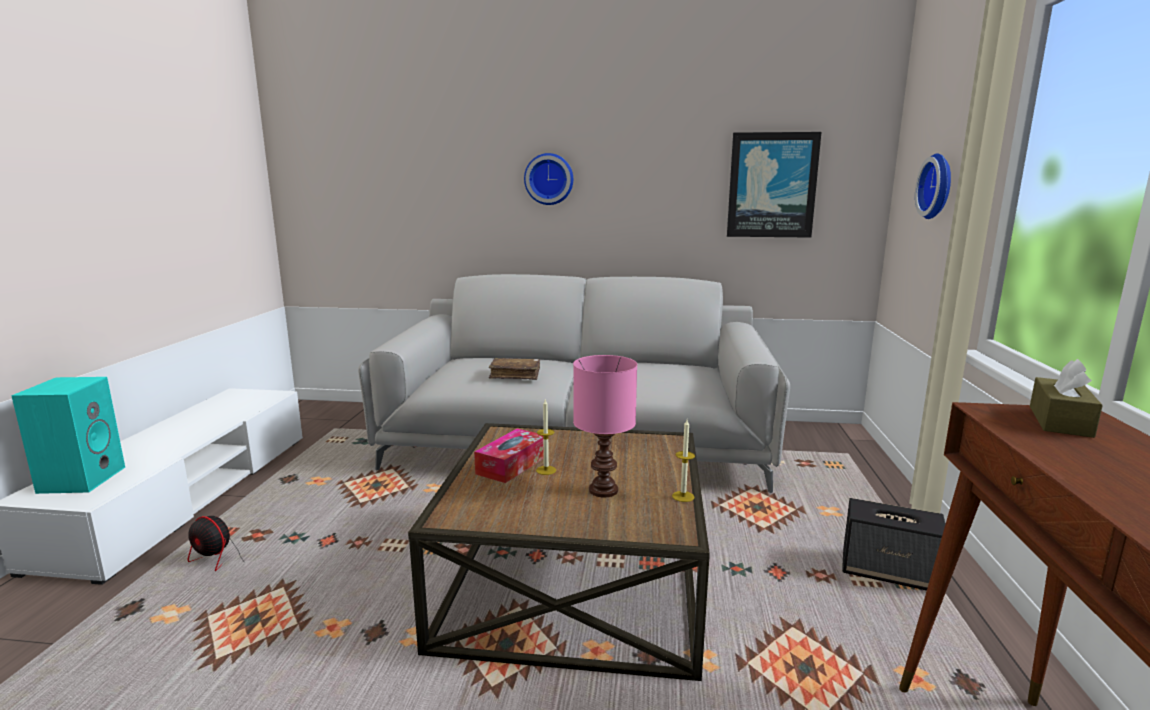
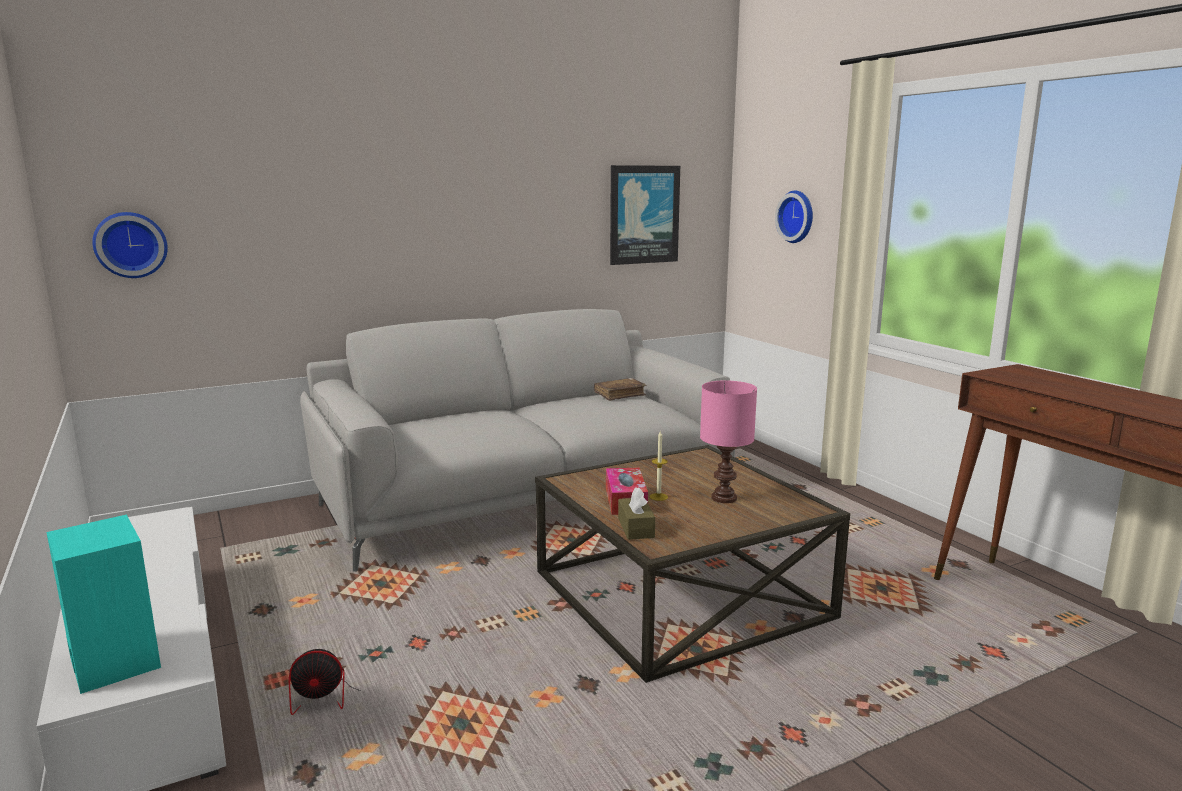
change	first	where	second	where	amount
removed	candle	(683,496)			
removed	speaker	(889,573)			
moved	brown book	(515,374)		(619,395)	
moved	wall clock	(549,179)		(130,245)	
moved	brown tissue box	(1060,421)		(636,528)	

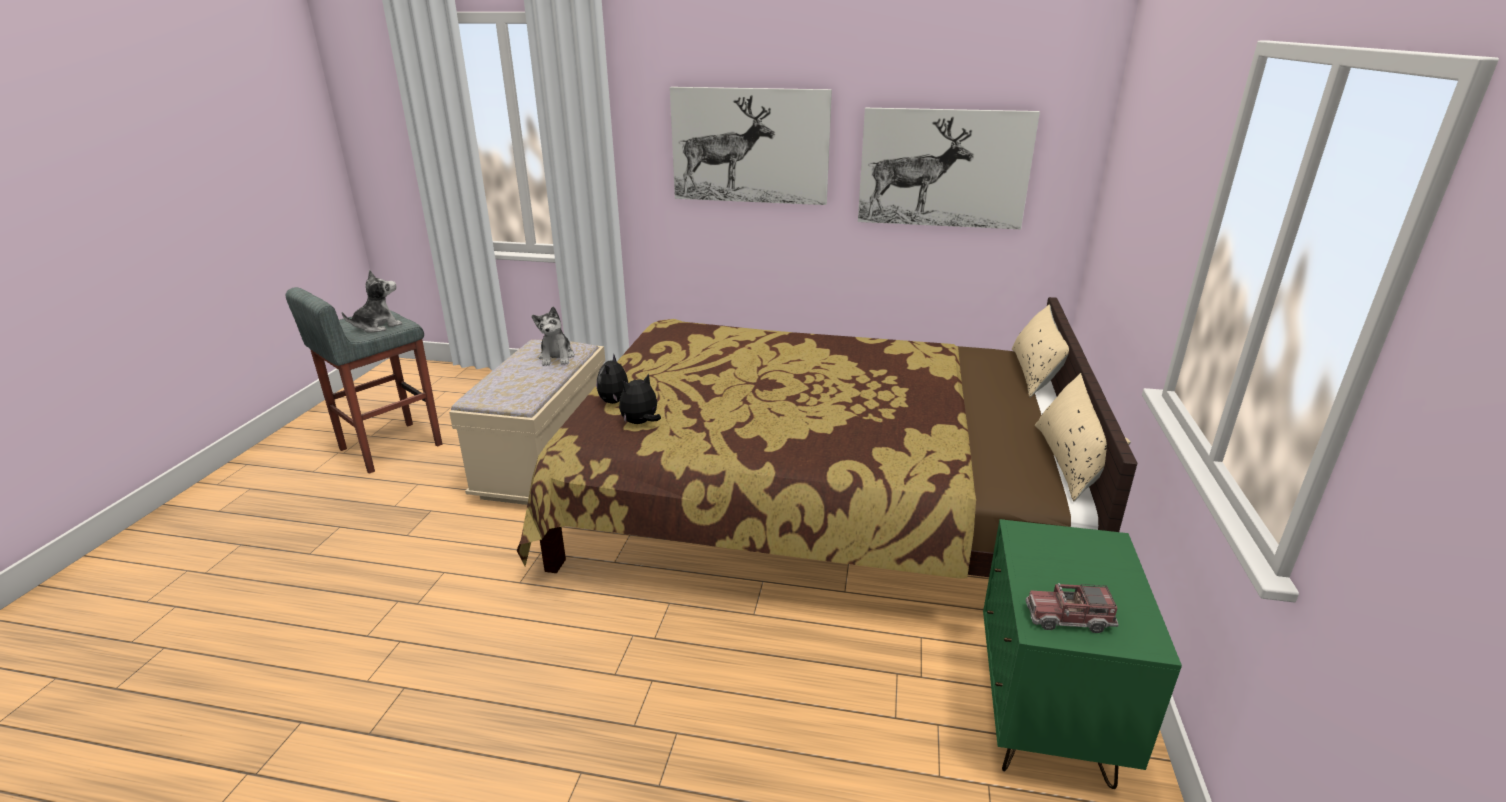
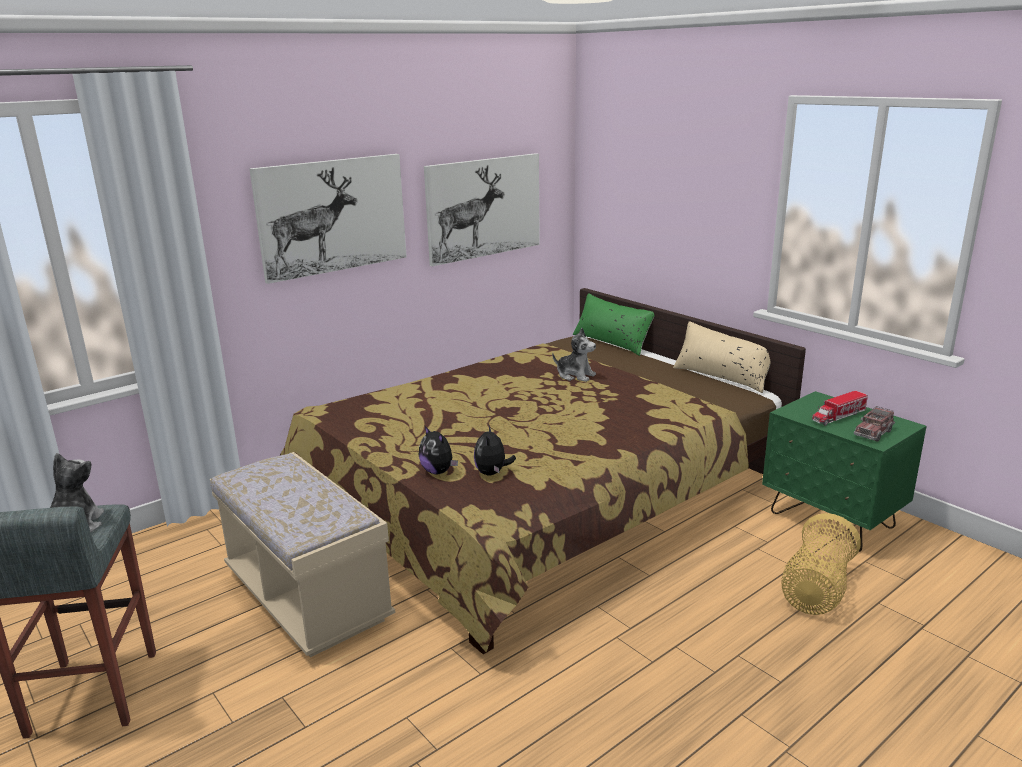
change	first	where	second	where	amount
added			basket	(816,589)	
added			toy truck	(838,416)	
moved	plush toy	(557,357)		(575,375)	
recoloured	beige pillow	(1035,372)	green pillow	(612,342)	

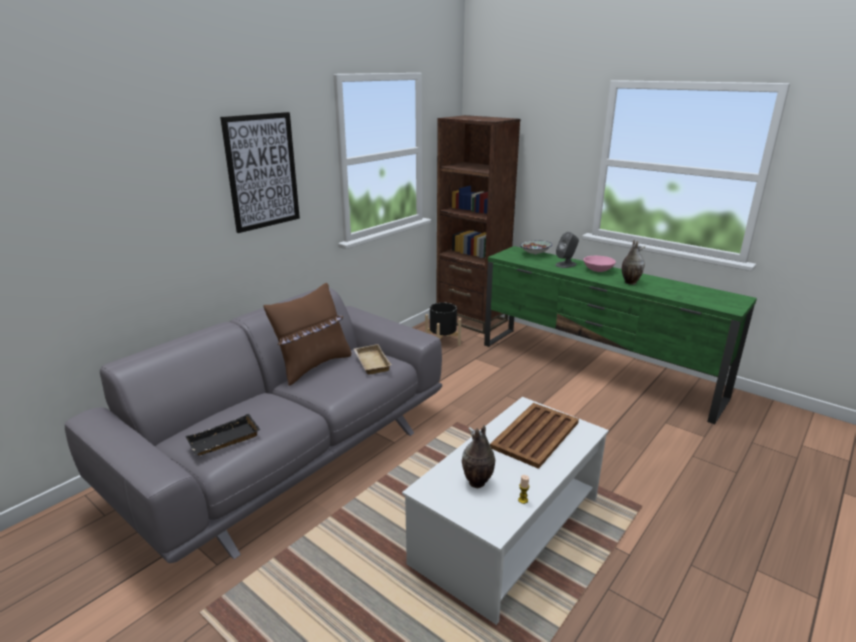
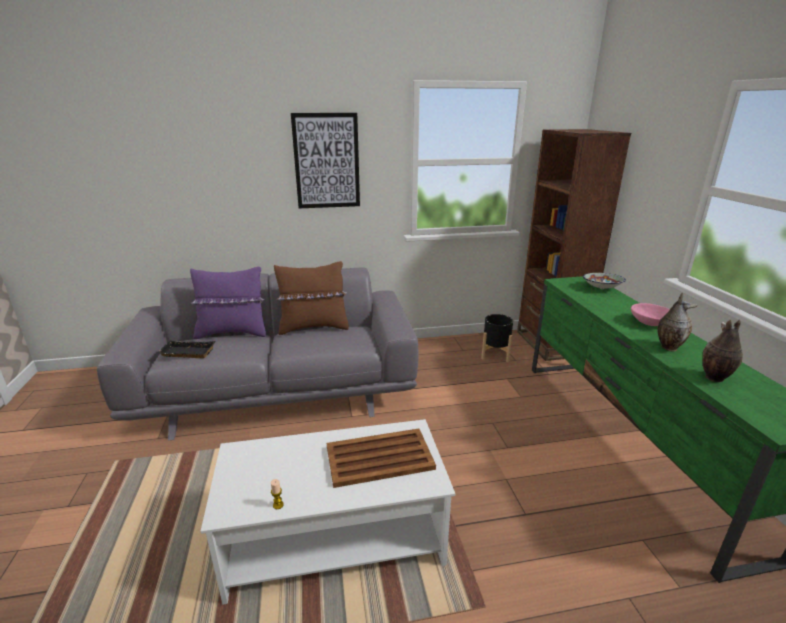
change	first	where	second	where	amount
removed	beige tray	(370,362)			
removed	grey speaker	(566,264)			
added			purple pillow	(233,333)	
moved	vase	(477,483)		(714,378)	

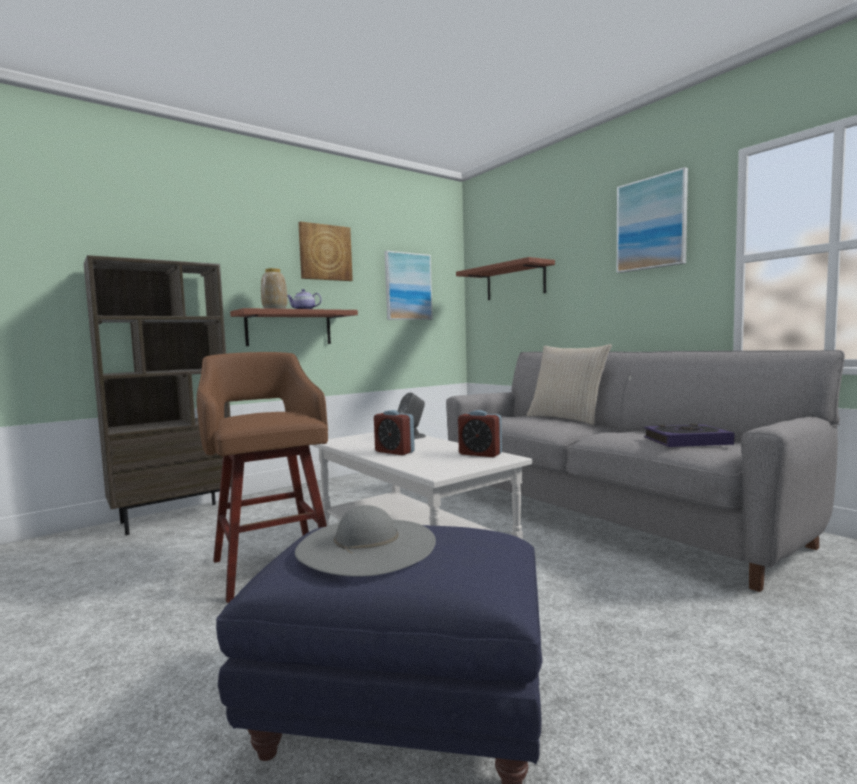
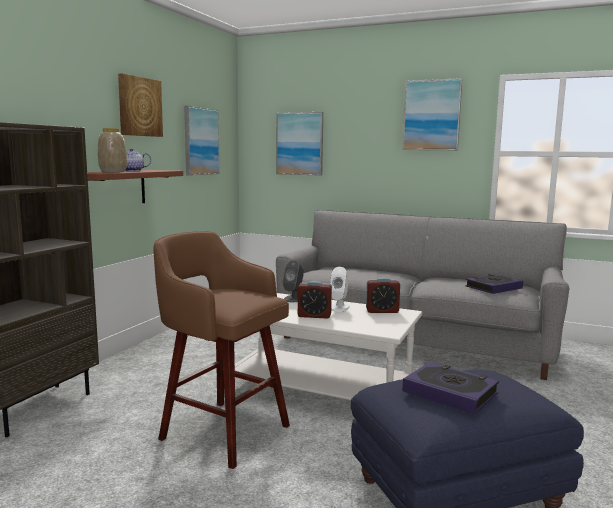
change	first	where	second	where	amount
removed	beige pillow	(567,419)			
added			white speaker	(339,307)	
replaced	grey hat	(366,545)	book	(450,393)	
replaced	shelf	(515,282)	picture	(300,143)	

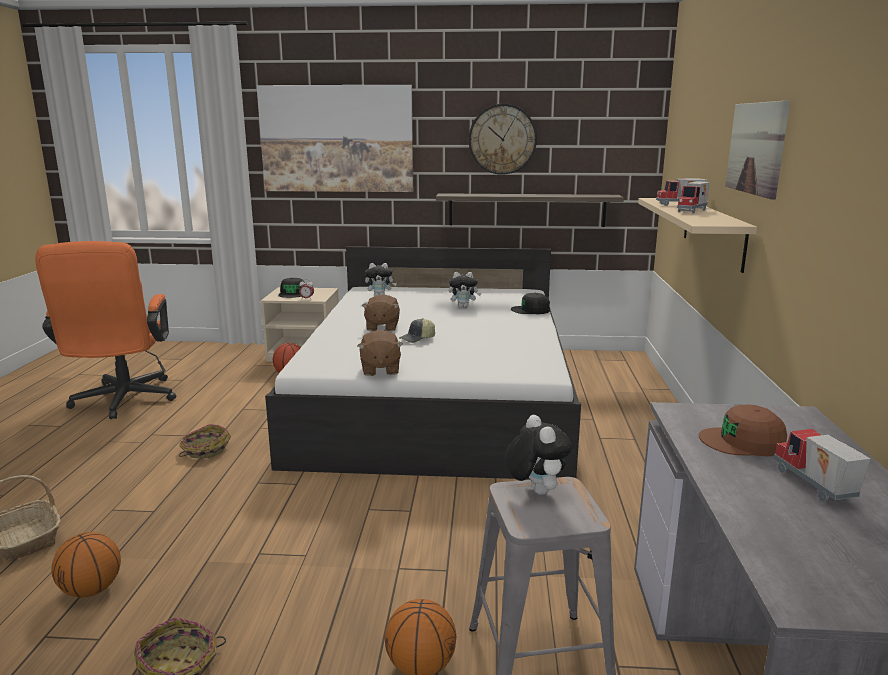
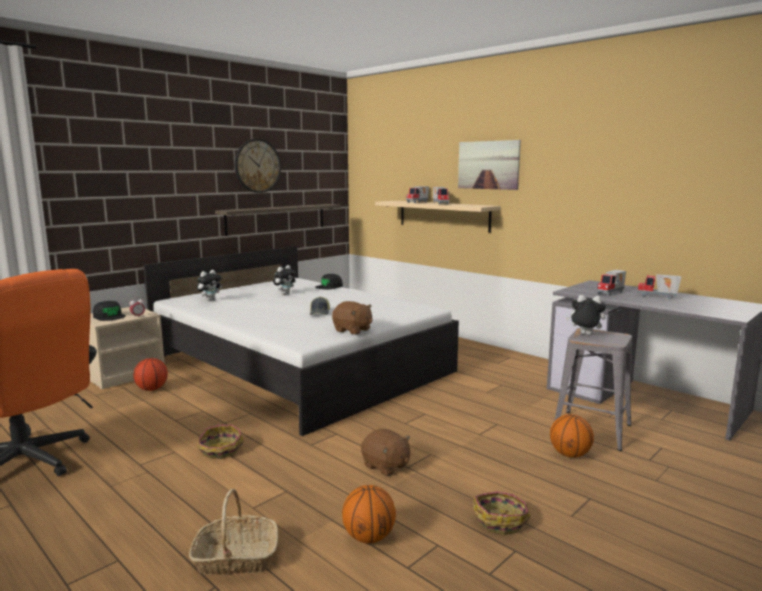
change	first	where	second	where	amount
removed	picture	(337,139)			
moved	brown plush toy	(382,327)		(386,466)	
replaced	brown cap	(743,442)	toy truck	(611,293)	

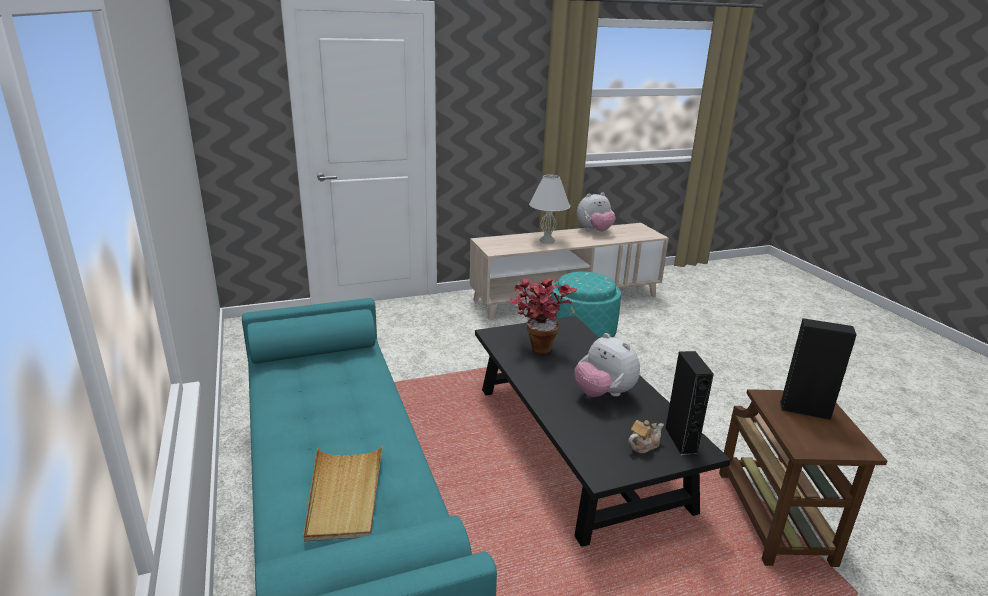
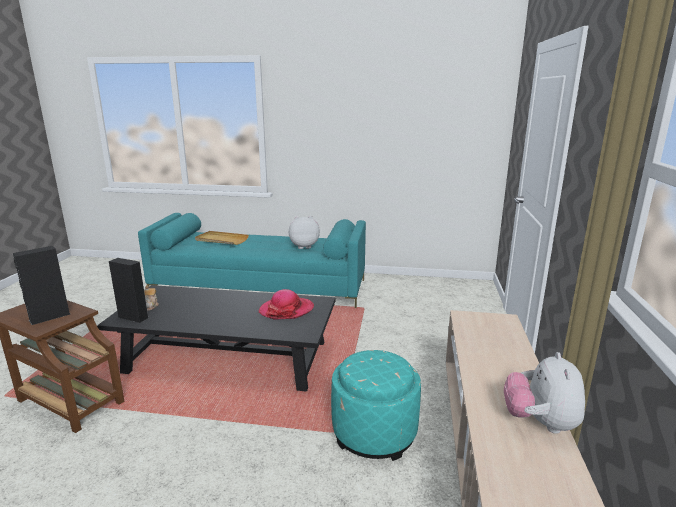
change	first	where	second	where	amount
removed	white table lamp	(546,240)			
moved	plush toy	(604,394)		(304,246)	
replaced	potted plant	(537,346)	hat	(286,310)	

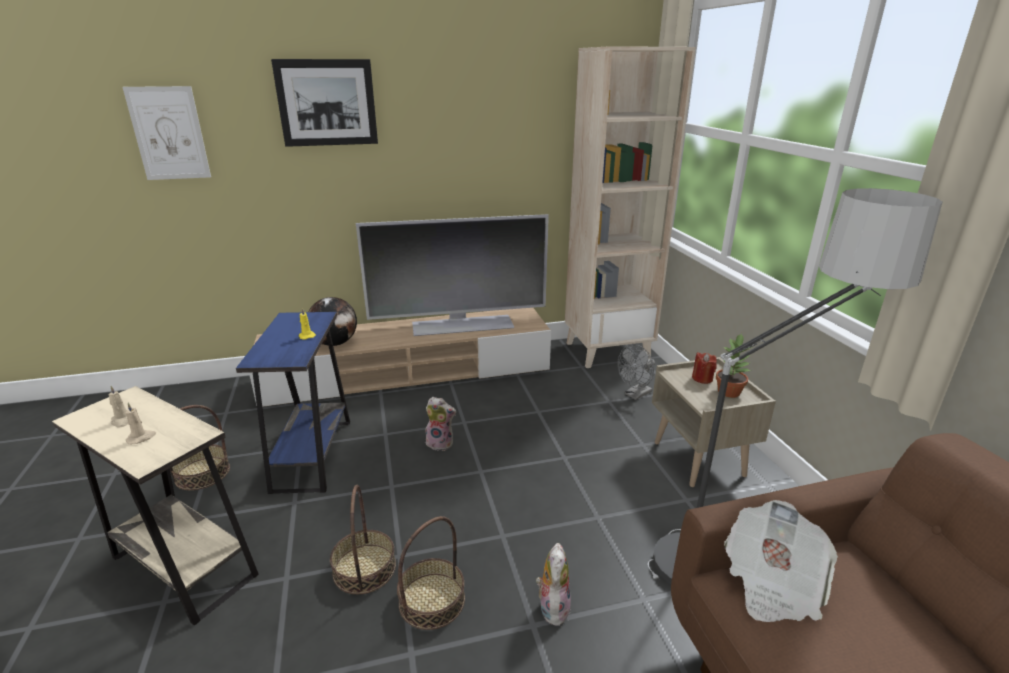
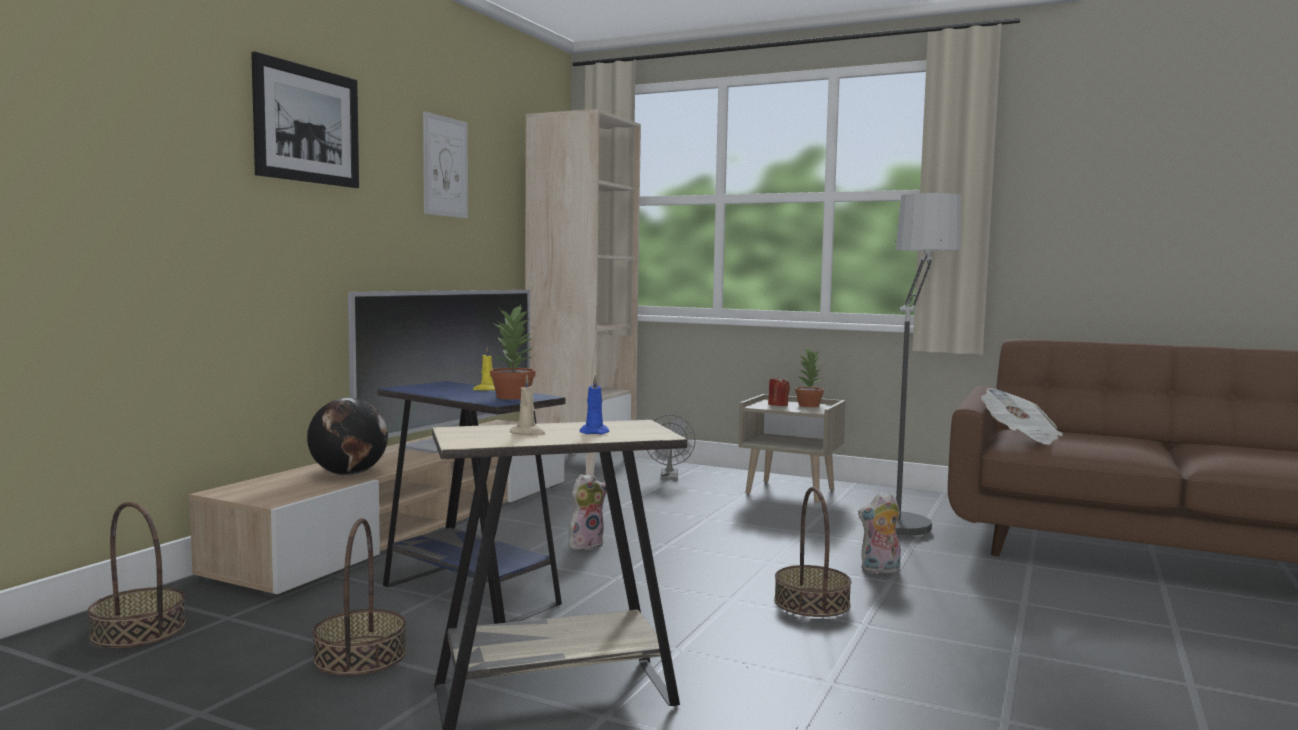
change	first	where	second	where	amount
added			potted plant	(514,397)	
moved	picture	(169,134)		(445,166)	
moved	basket	(364,568)		(139,630)	
recoloured	beige candle	(141,438)	blue candle	(594,432)	
turned	plush toy	(552,606)		(880,571)	60 degrees counterclockwise

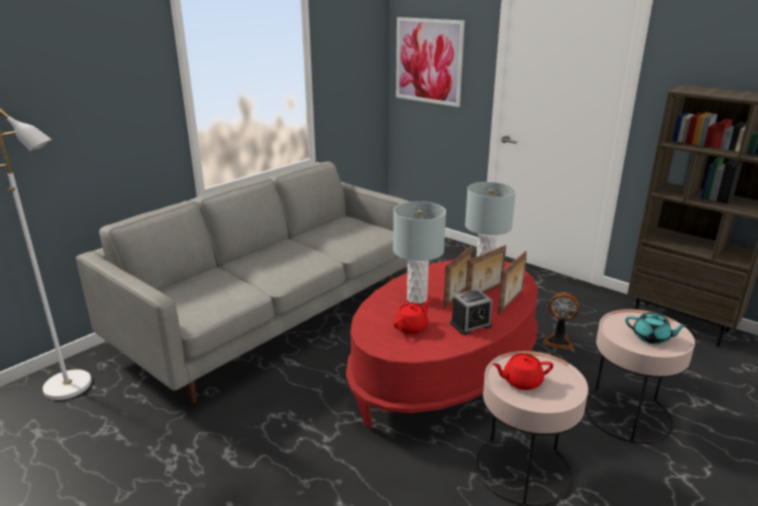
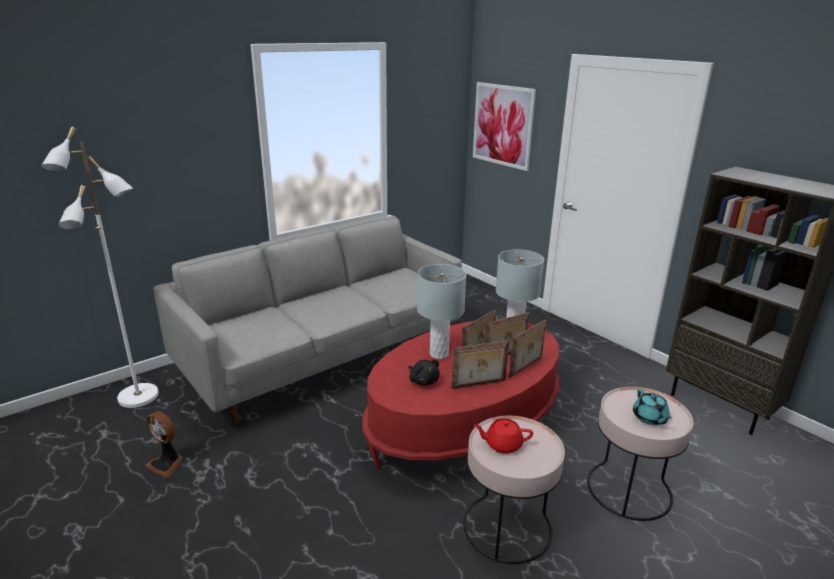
change	first	where	second	where	amount
moved	fan	(558,341)		(167,464)	
replaced	red teapot	(412,327)	black plush toy	(423,381)	
replaced	alarm clock	(470,324)	picture frame	(478,384)	
turned	turquoise teapot	(651,338)		(650,418)	45 degrees clockwise

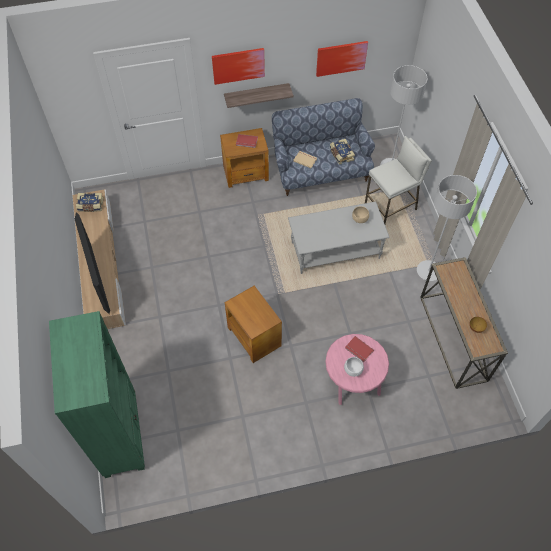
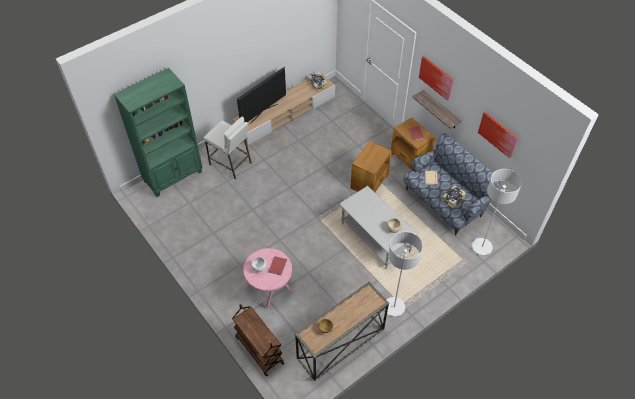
change	first	where	second	where	amount
added			brown cart	(259,350)	
moved	brown side table	(254,336)		(369,181)	
moved	white stool	(391,206)		(231,163)	

